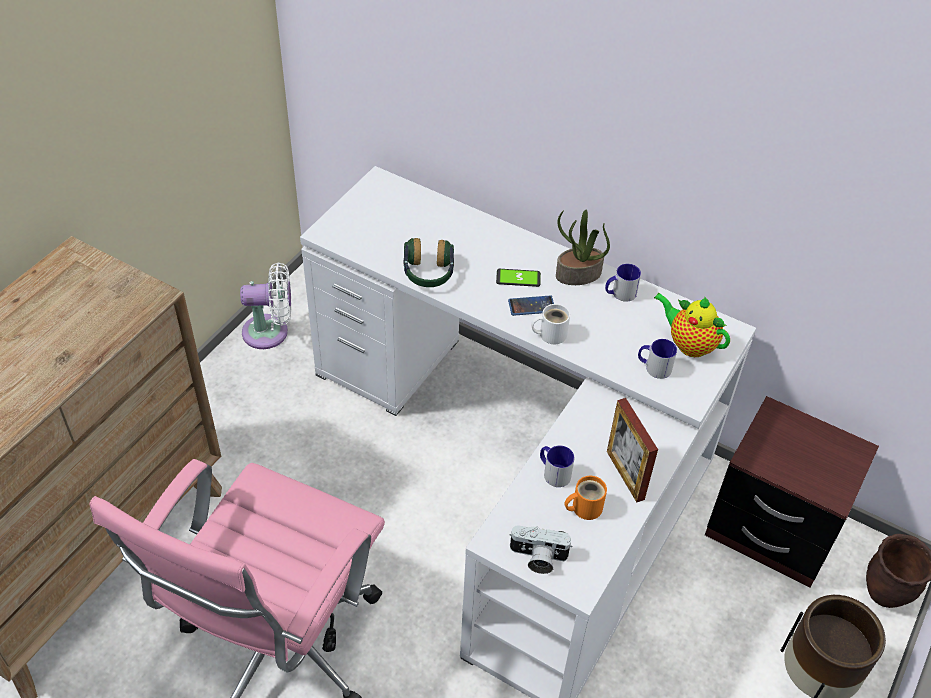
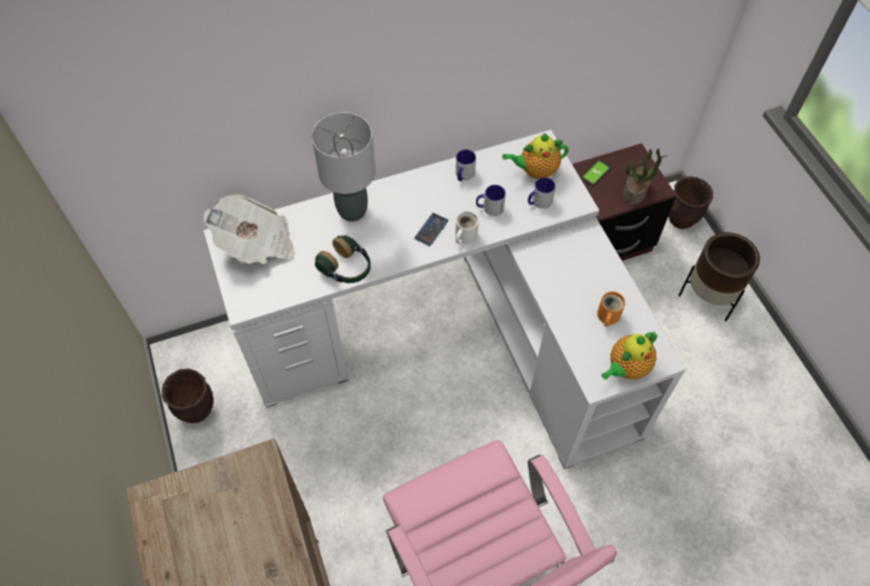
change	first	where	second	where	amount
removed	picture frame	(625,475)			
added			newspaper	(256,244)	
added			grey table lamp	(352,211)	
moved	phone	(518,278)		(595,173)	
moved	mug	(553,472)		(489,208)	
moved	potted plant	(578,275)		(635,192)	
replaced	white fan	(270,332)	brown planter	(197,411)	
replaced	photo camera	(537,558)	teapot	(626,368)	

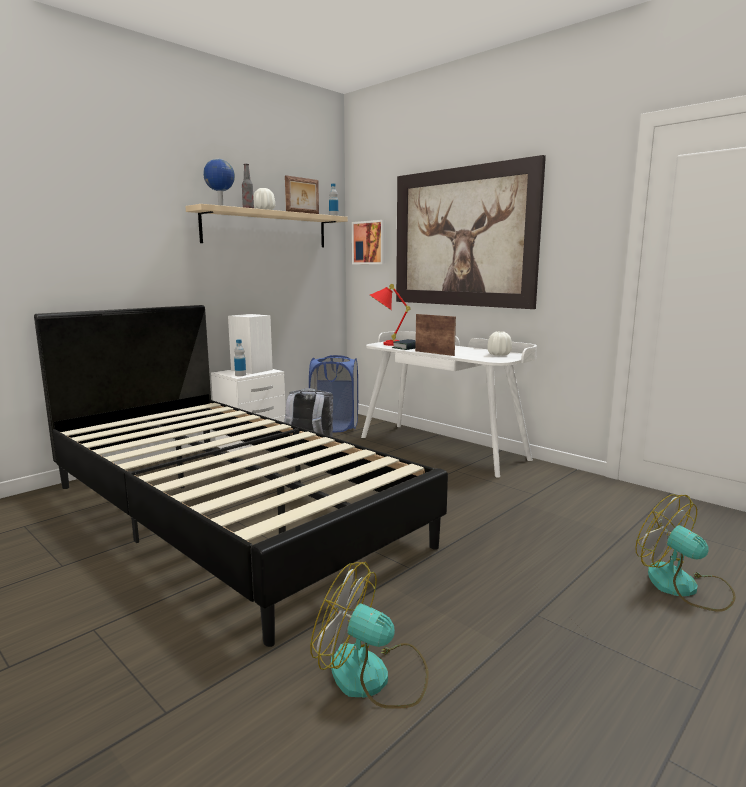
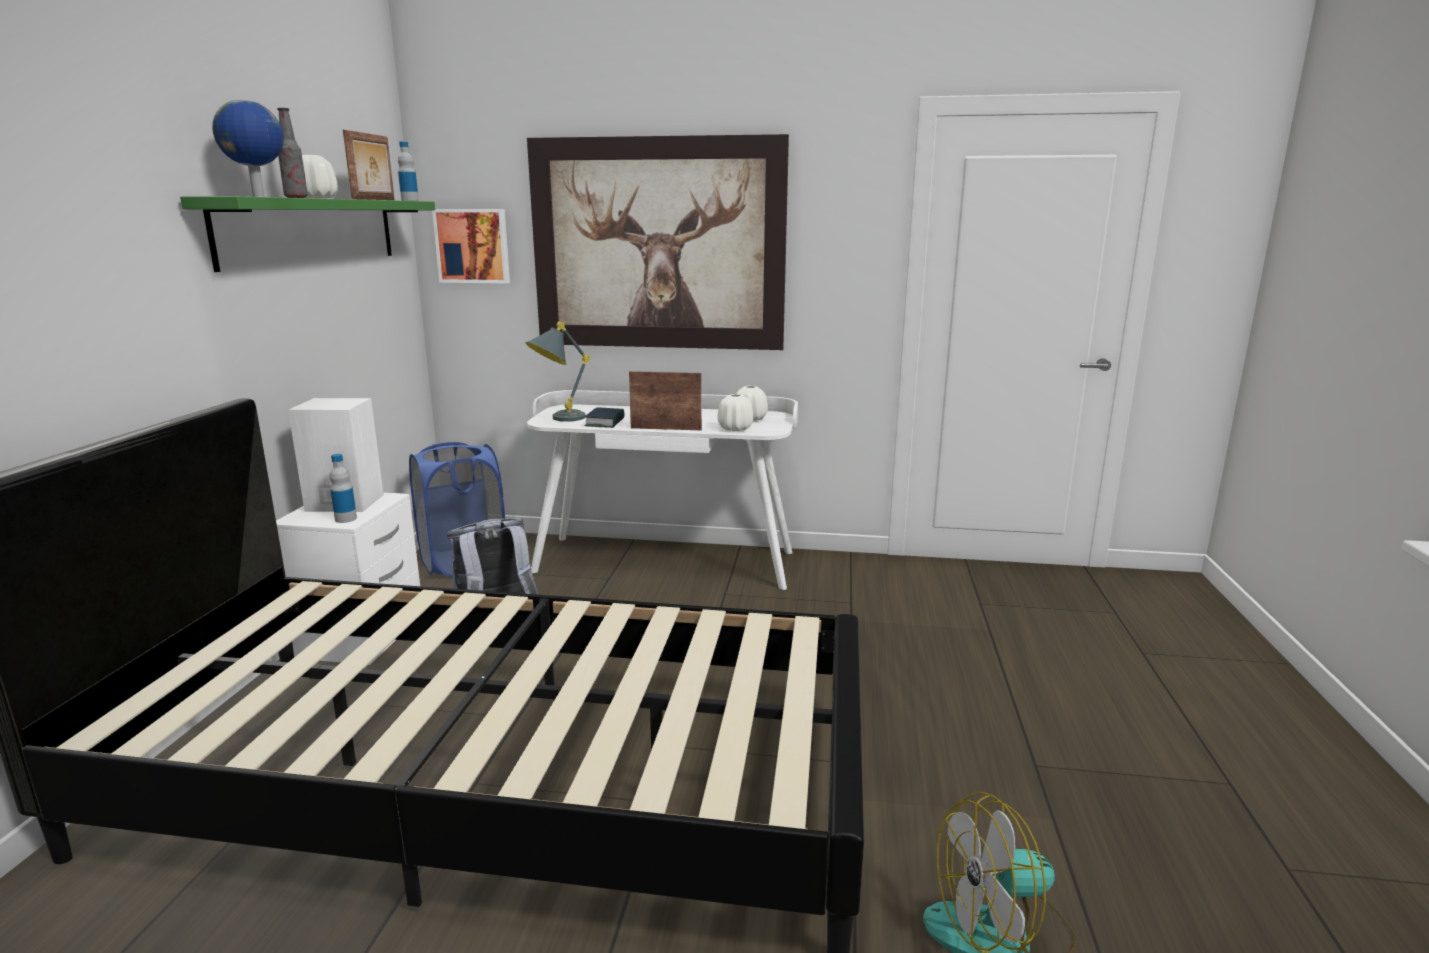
change	first	where	second	where	amount
removed	fan	(684,587)			
added			white vase	(735,429)	
recoloured	beige shelf	(266,229)	green shelf	(311,231)	
recoloured	red table lamp	(385,344)	grey table lamp	(558,419)	

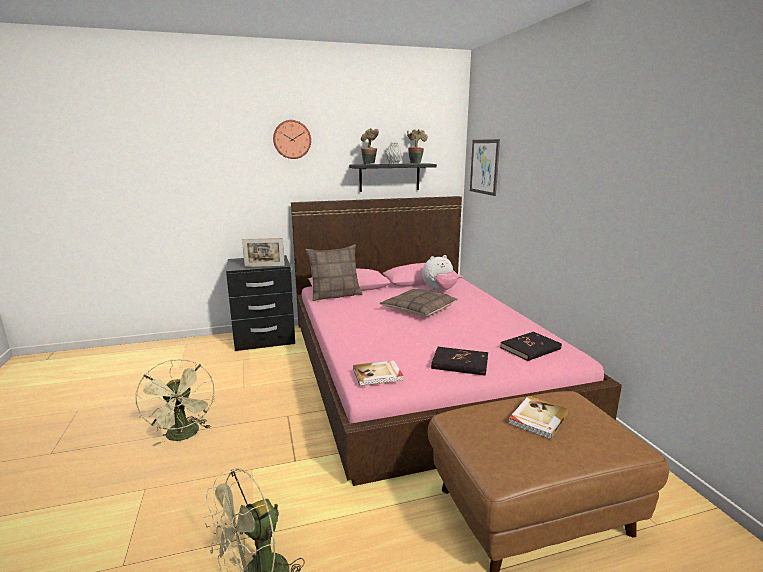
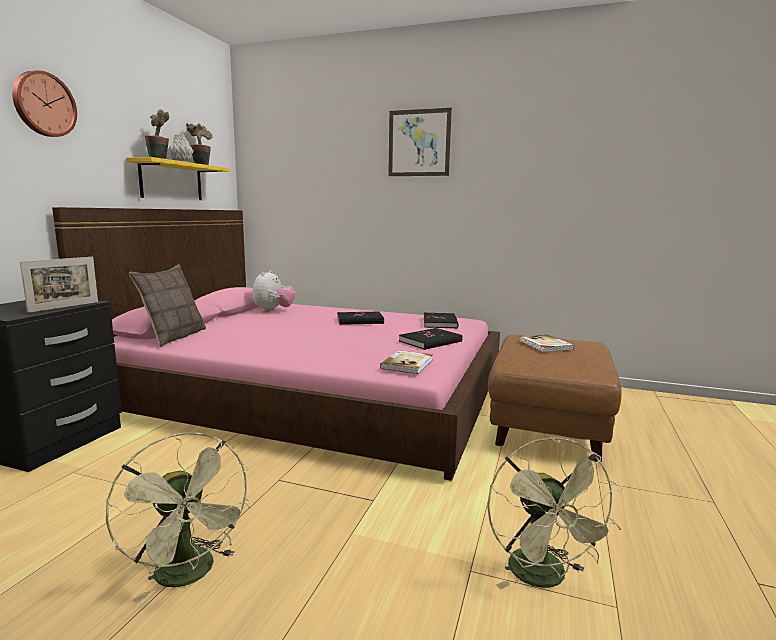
change	first	where	second	where	amount
removed	pillow	(418,309)			
added			black book	(360,320)	
moved	picture	(484,166)		(419,143)	
recoloured	black shelf	(389,177)	yellow shelf	(171,181)	
turned	green fan	(184,436)		(190,575)	45 degrees clockwise

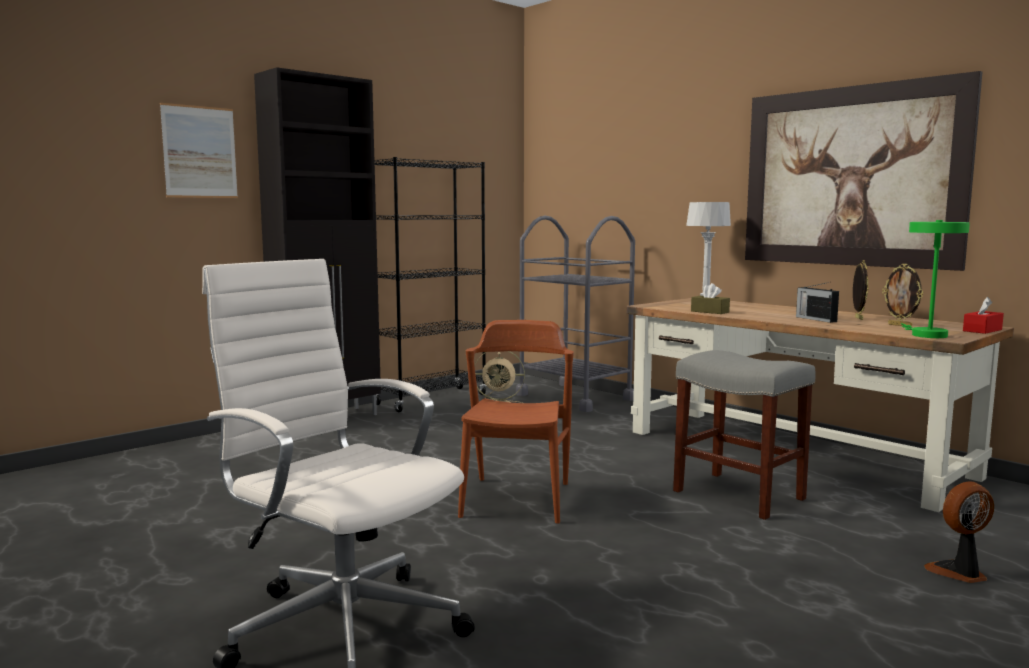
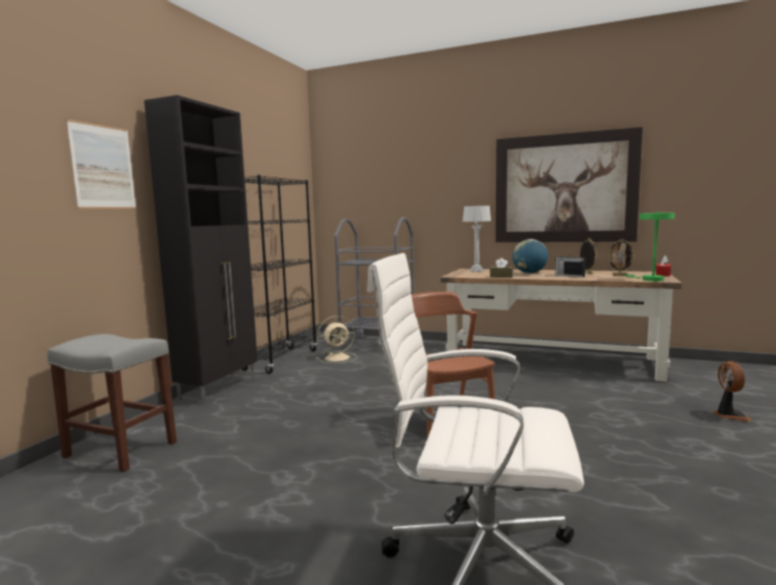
change	first	where	second	where	amount
added			globe	(529,273)	
moved	grey stool	(736,494)		(119,450)	
turned	fan	(959,573)		(729,415)	135 degrees clockwise

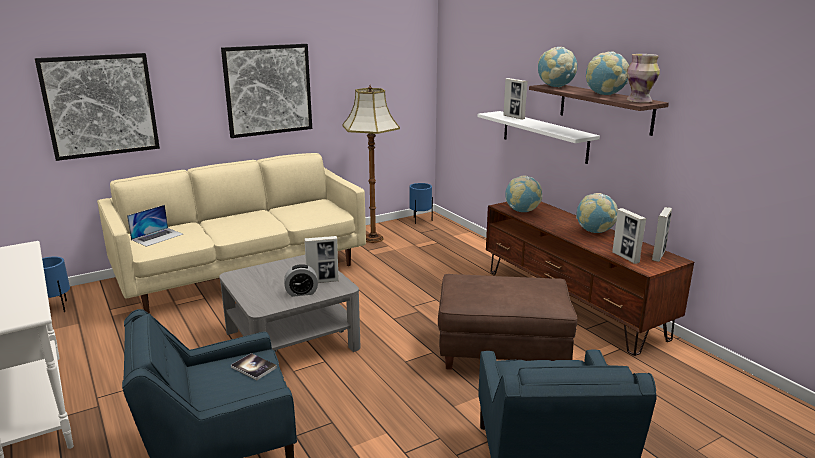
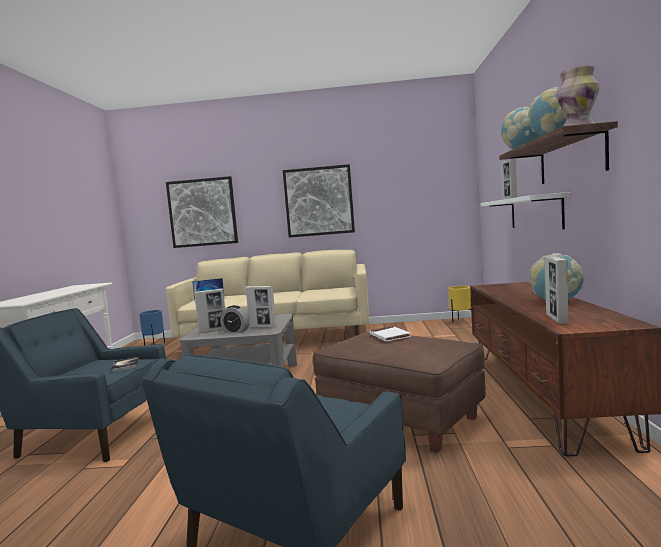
change	first	where	second	where	amount
removed	floor lamp	(373,238)			
removed	globe	(522,211)			
added			white book	(389,336)	
moved	picture frame	(658,256)		(213,331)	
recoloured	blue planter	(420,221)	yellow planter	(461,321)	

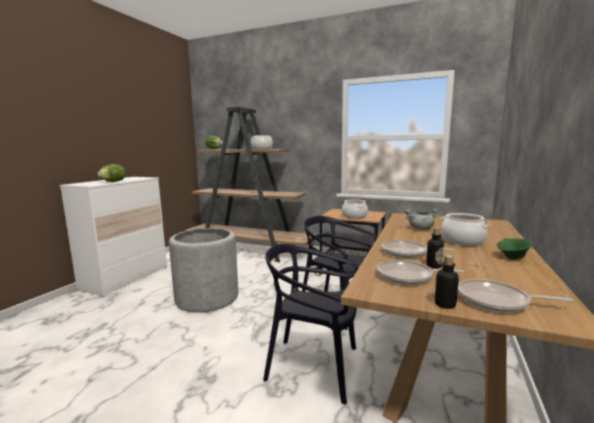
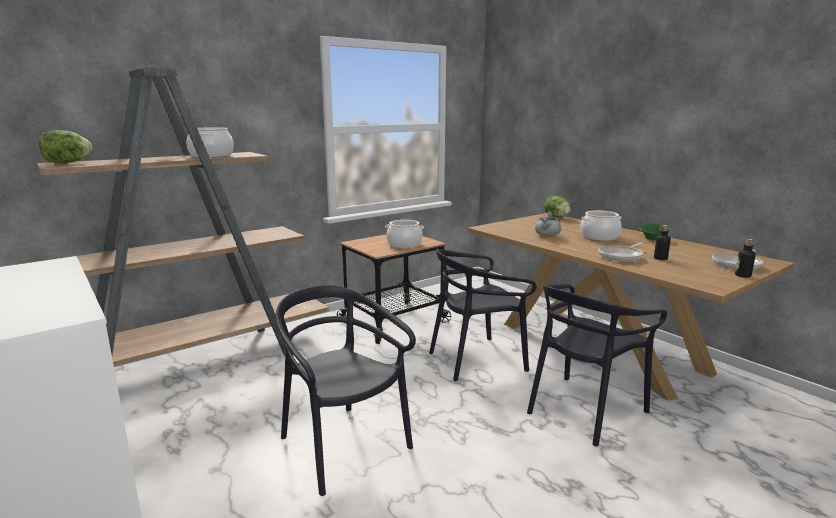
change	first	where	second	where	amount
removed	frying pan	(408,277)			
moved	lettuce	(113,182)		(556,217)	
replaced	grey planter	(207,298)	black chair	(343,446)	

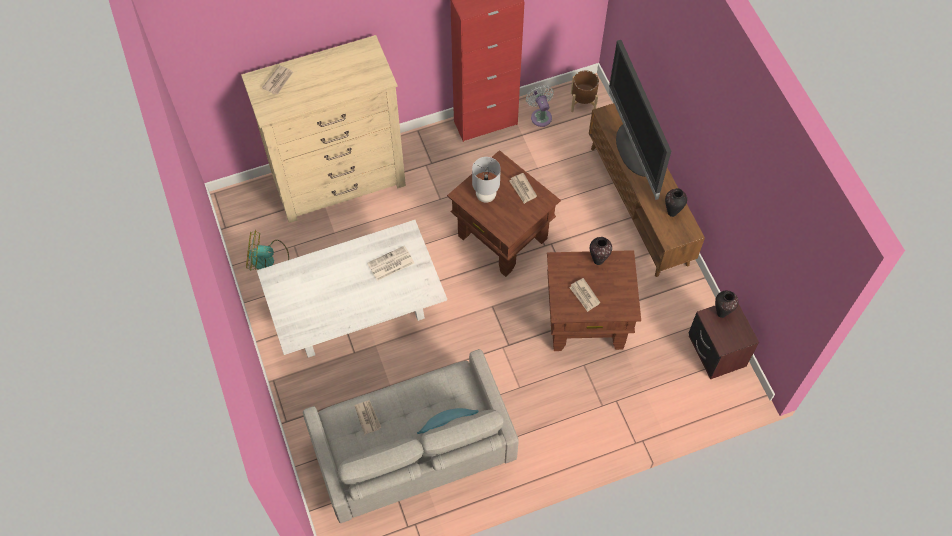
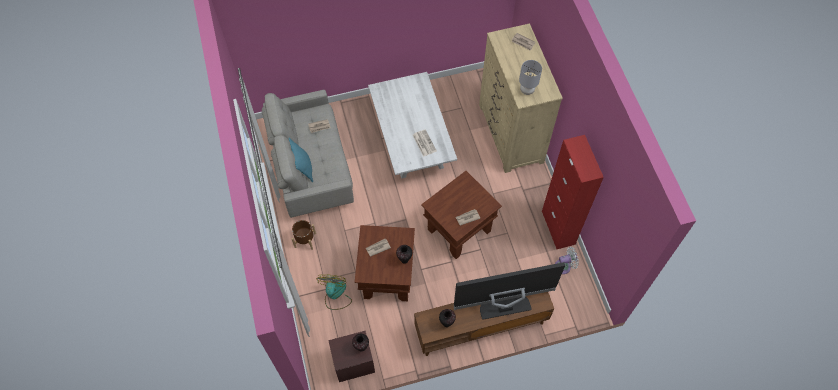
change	first	where	second	where	amount
moved	fan	(268,260)		(335,295)	
moved	grey table lamp	(485,196)		(527,90)	
moved	brown planter	(583,102)		(305,240)	

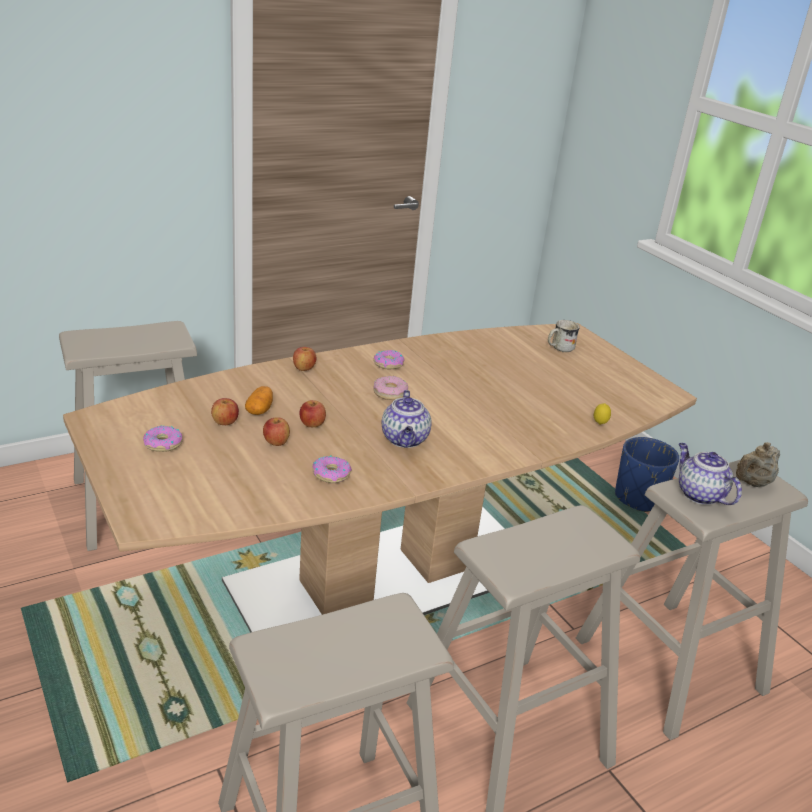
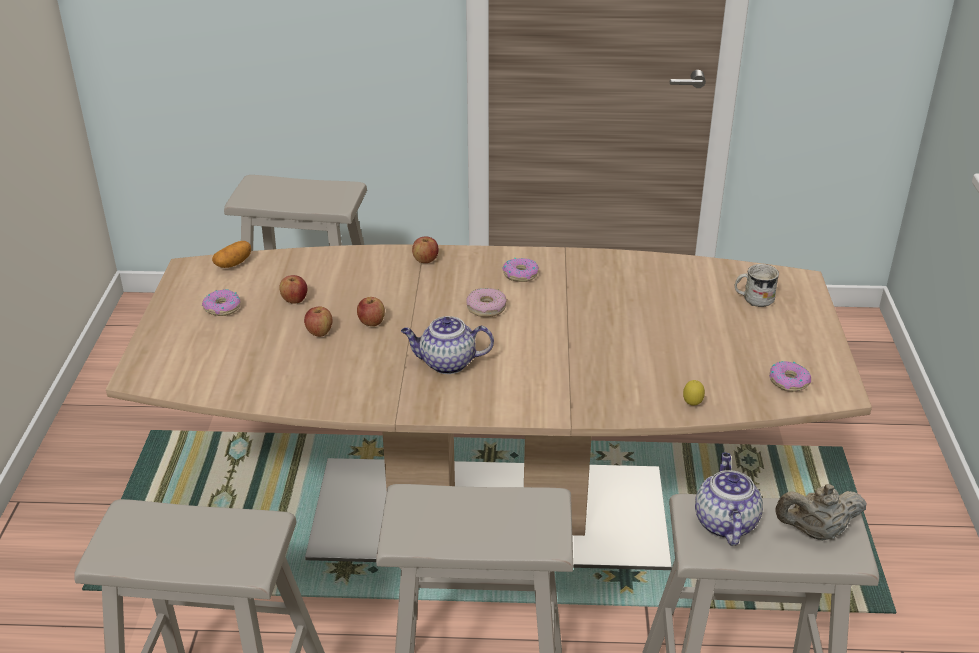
change	first	where	second	where	amount
removed	blue planter	(638,498)			
moved	potato	(259,410)		(233,264)	
moved	donut	(331,474)		(788,381)	
turned	teapot	(405,440)		(446,363)	60 degrees clockwise

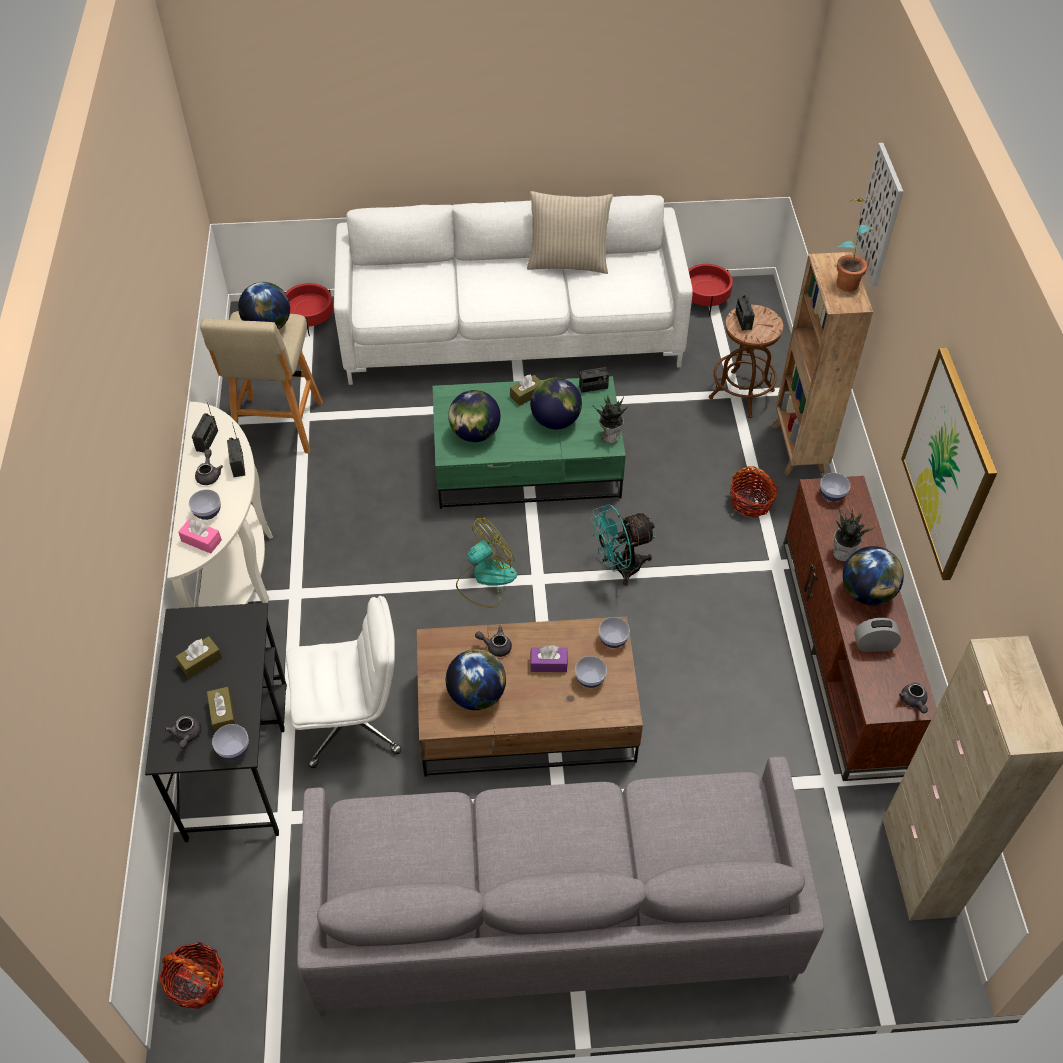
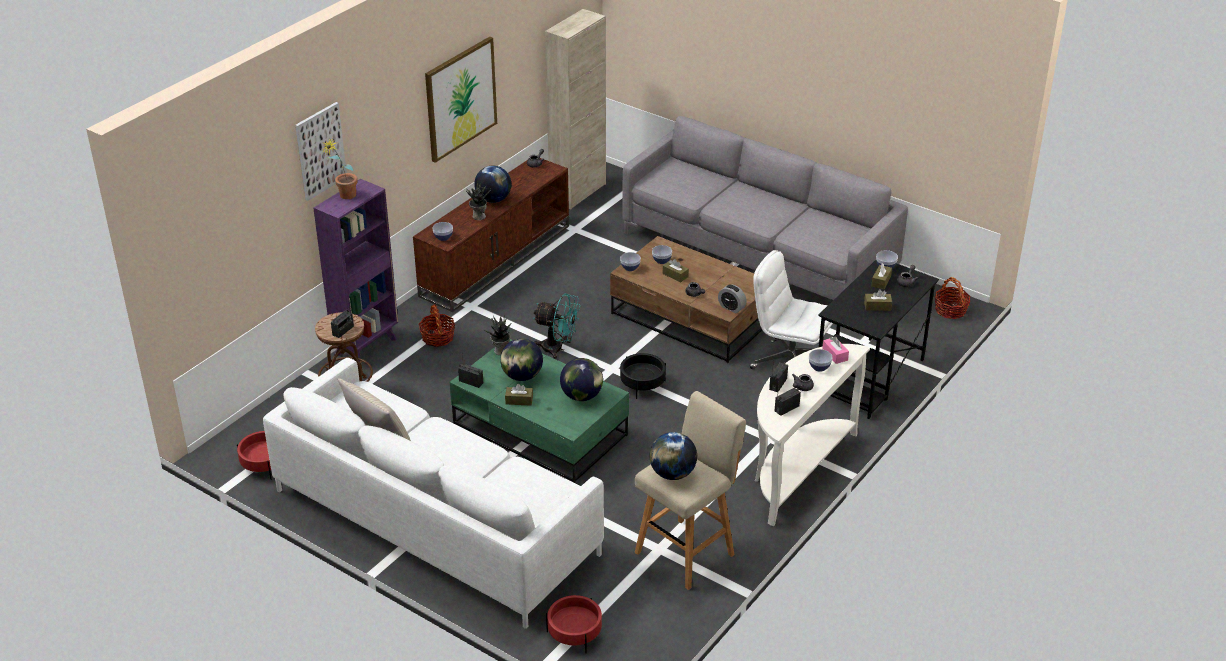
change	first	where	second	where	amount
removed	globe	(477,695)			
moved	alarm clock	(873,645)		(731,308)	
replaced	fan	(485,579)	black planter	(642,384)	
recoloured	purple tissue box	(548,664)	brown tissue box	(675,275)	
recoloured	brown bookcase	(798,449)	purple bookcase	(367,346)	

